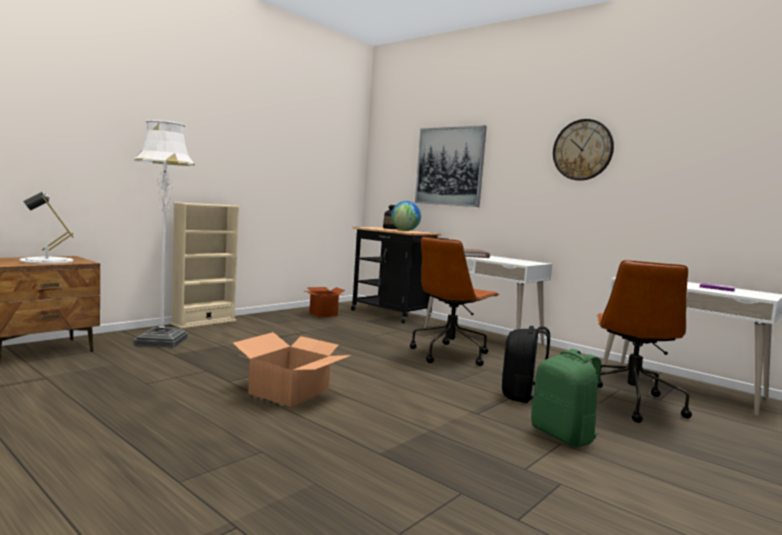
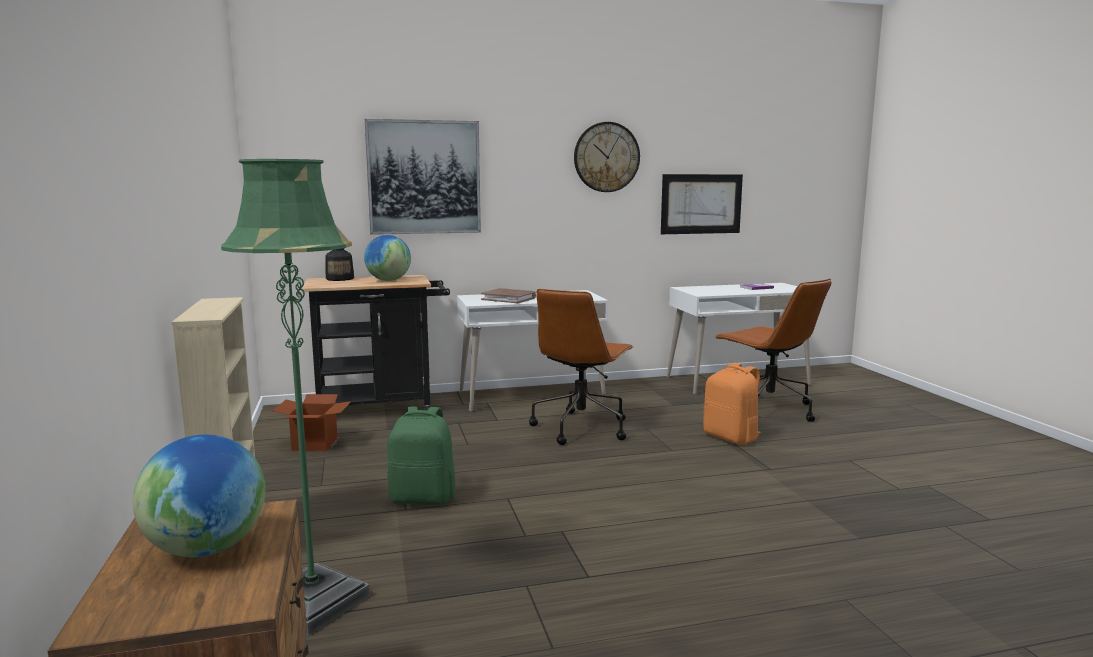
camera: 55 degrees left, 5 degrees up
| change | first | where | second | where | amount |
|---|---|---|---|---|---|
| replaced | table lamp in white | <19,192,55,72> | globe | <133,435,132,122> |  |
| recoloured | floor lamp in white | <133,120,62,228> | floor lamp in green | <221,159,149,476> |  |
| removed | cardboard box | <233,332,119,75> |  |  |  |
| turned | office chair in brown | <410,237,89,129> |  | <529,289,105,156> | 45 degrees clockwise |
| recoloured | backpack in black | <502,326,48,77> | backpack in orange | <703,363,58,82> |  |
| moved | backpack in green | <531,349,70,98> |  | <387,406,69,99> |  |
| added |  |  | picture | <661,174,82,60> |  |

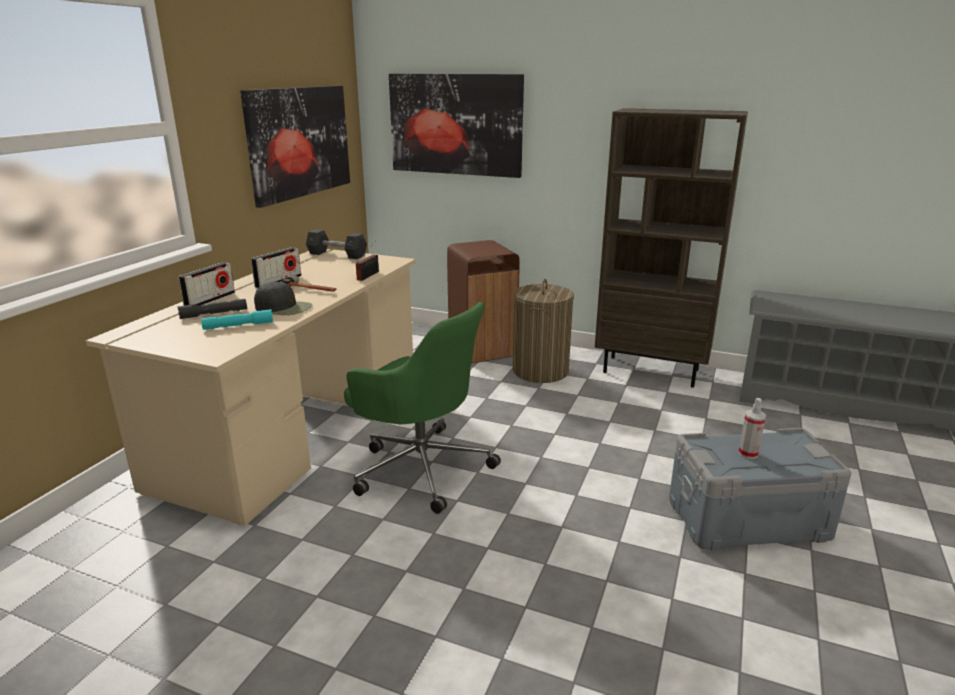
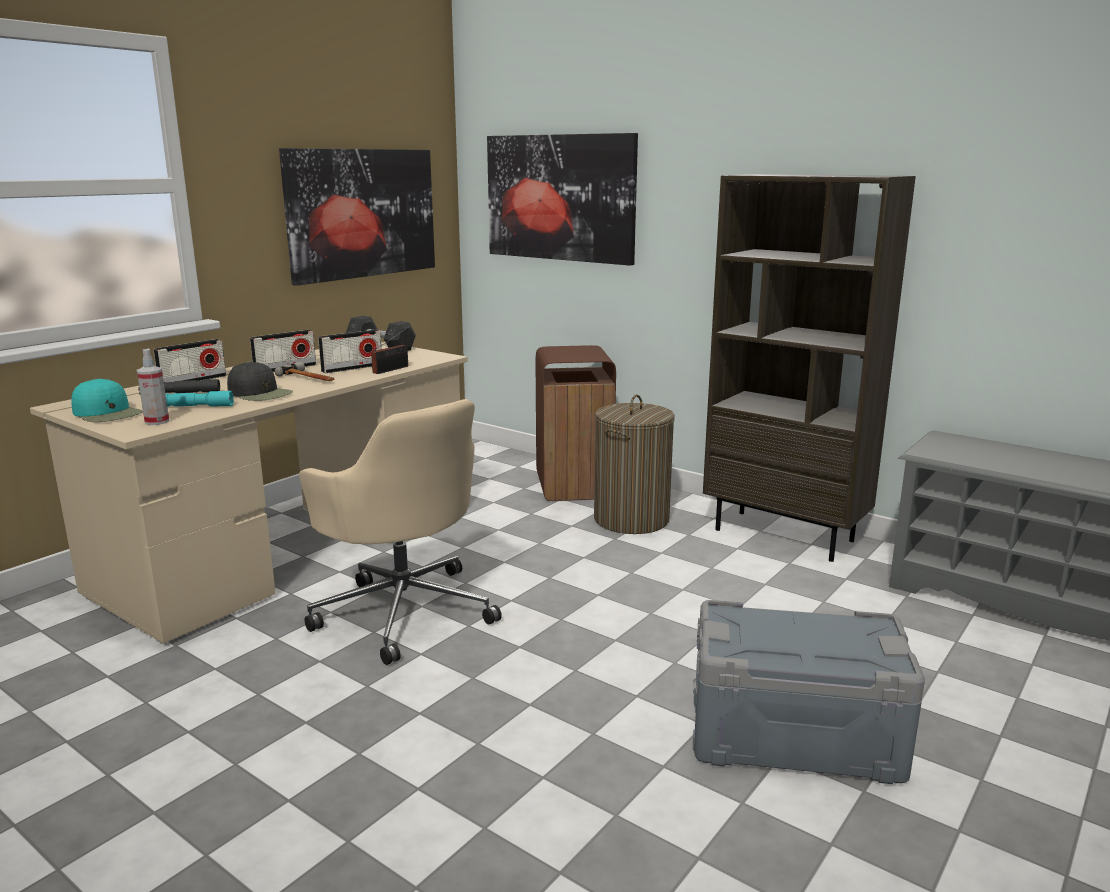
camera: 15 degrees right, 5 degrees down
| change | first | where | second | where | amount |
|---|---|---|---|---|---|
| recoloured | office chair in green | <344,302,157,212> | office chair in beige | <299,399,203,266> |  |
| moved | spray bottle | <738,398,28,61> |  | <137,349,32,76> |  |
| added |  |  | cap in turquoise | <71,378,72,44> |  |
| added |  |  | radio | <318,330,64,43> |  |

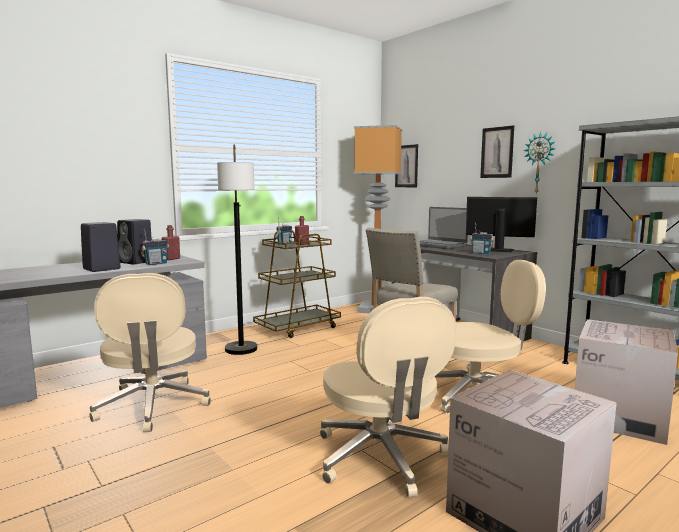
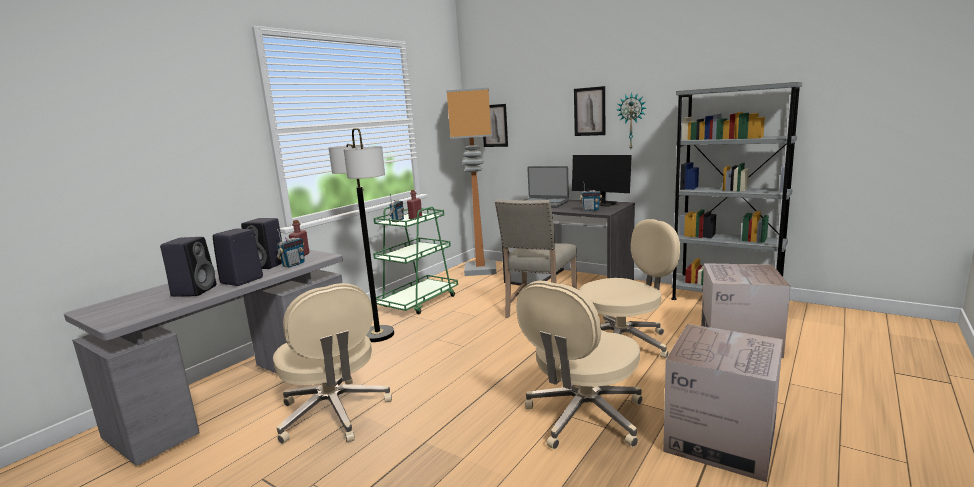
camera: 15 degrees left, 5 degrees up
| change | first | where | second | where | amount |
|---|---|---|---|---|---|
| recoloured | cart in brown | <253,231,88,107> | cart in green | <373,207,85,107> |  |
| turned | office chair in beige | <320,297,136,201> |  | <516,281,127,168> | 75 degrees clockwise |
| turned | monitor | <466,197,71,55> |  | <572,155,60,52> | 150 degrees counterclockwise |
| added |  |  | speaker in black | <160,237,56,60> |  |

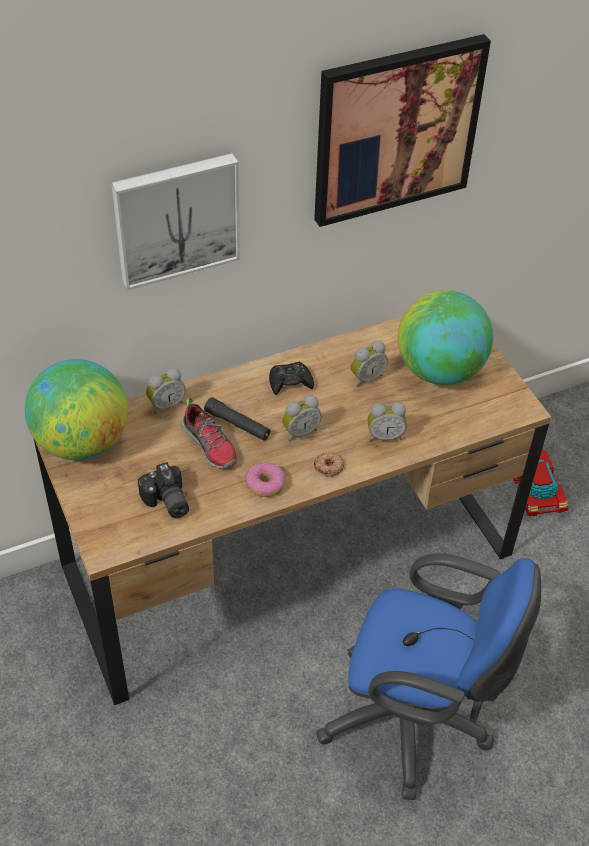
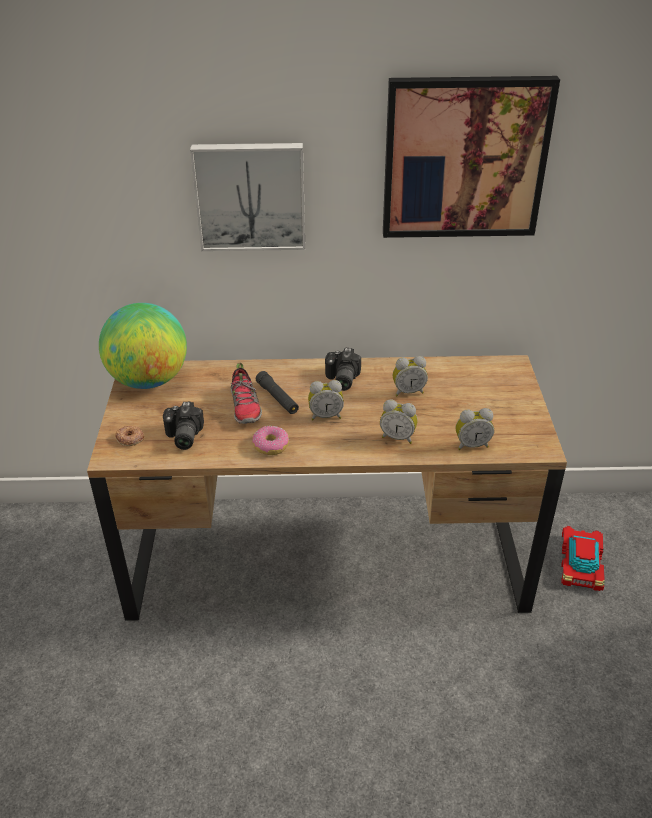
camera: 25 degrees right, 10 degrees down
| change | first | where | second | where | amount |
|---|---|---|---|---|---|
| moved | alarm clock | <146,368,40,46> |  | <456,408,38,42> |  |
| replaced | game controller in black | <269,362,45,33> | photo camera | <325,348,36,43> |  |
| moved | donut | <314,452,30,25> |  | <115,426,29,20> |  |
| removed | office chair in blue | <316,553,225,247> |  |  |  |
| removed | globe | <398,290,95,95> |  |  |  |

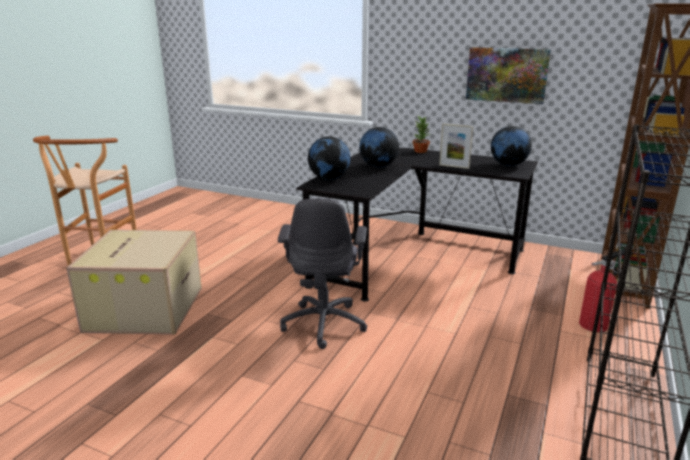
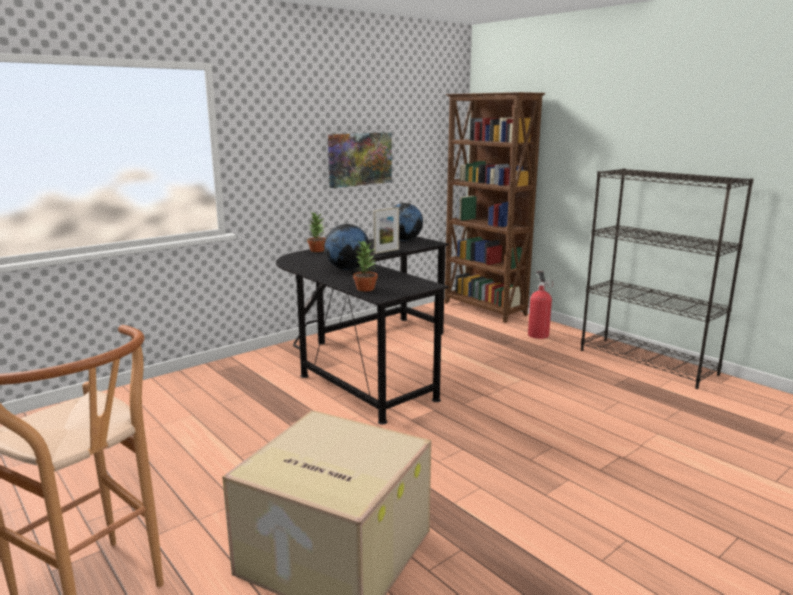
camera: 65 degrees left, 5 degrees down
| change | first | where | second | where | amount |
|---|---|---|---|---|---|
| removed | office chair in grey | <278,198,90,151> |  |  |  |
| replaced | globe | <308,136,43,44> | potted plant | <353,240,25,51> |  |

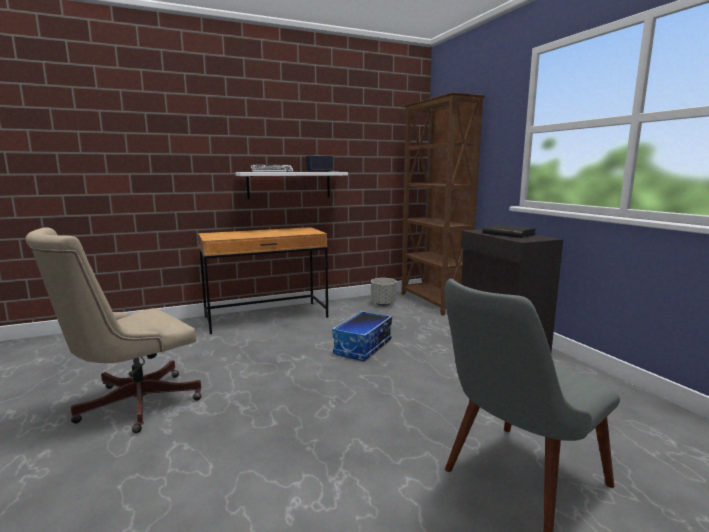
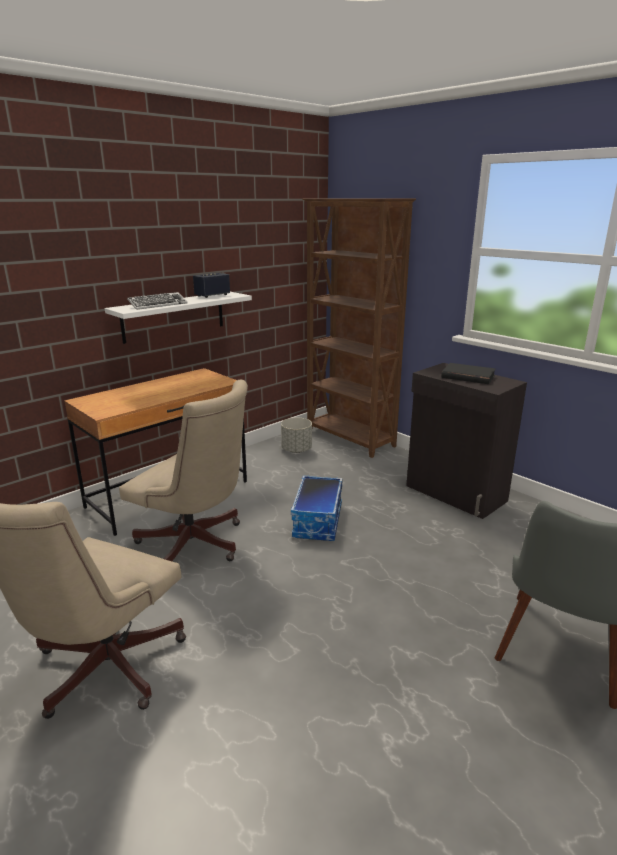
camera: 20 degrees left, 10 degrees up
| change | first | where | second | where | amount |
|---|---|---|---|---|---|
| added |  |  | office chair in beige | <119,380,129,181> |  |

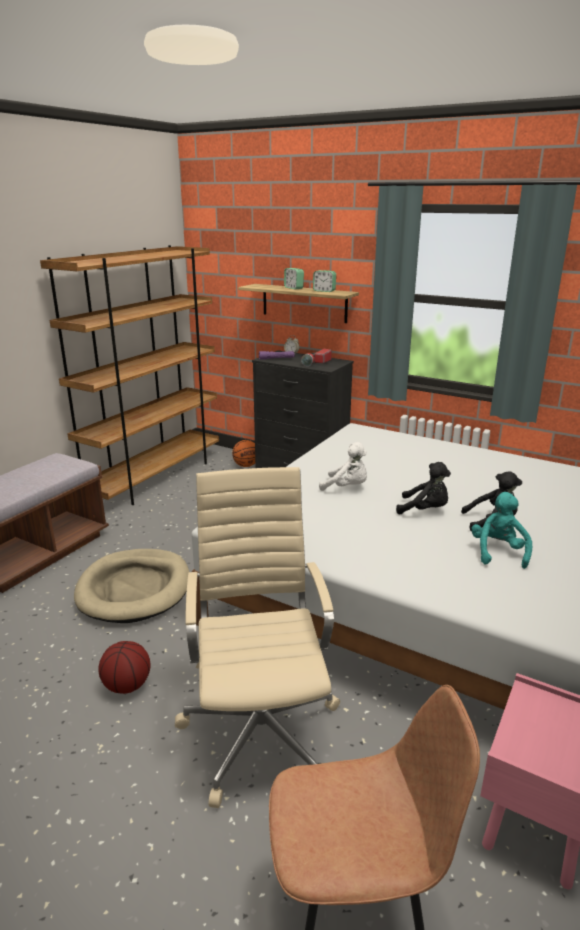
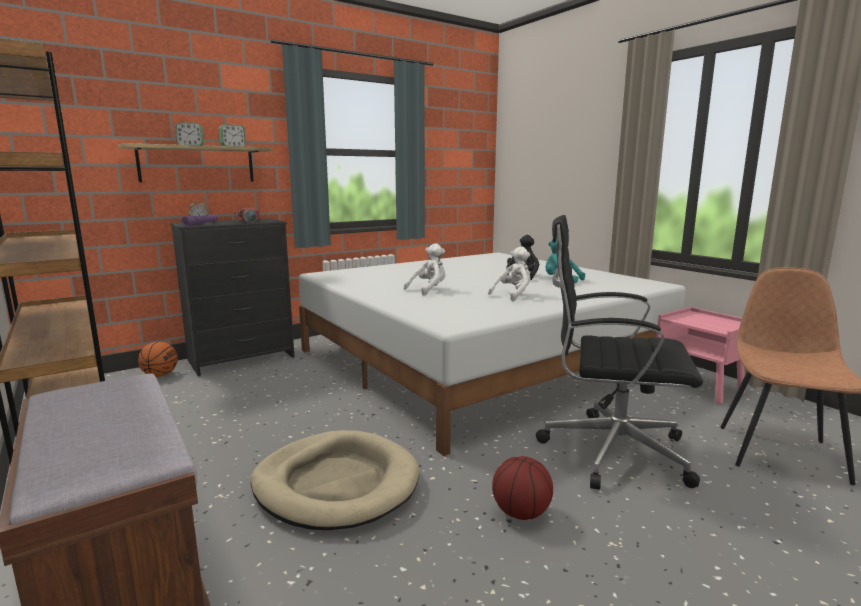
camera: 65 degrees left, 10 degrees down
| change | first | where | second | where | amount |
|---|---|---|---|---|---|
| recoloured | office chair in beige | <175,467,165,341> | office chair in black | <536,215,167,275> |  |
| removed | plush toy in black | <396,462,55,53> |  |  |  |
| added |  |  | plush toy in white | <488,247,42,54> |  |

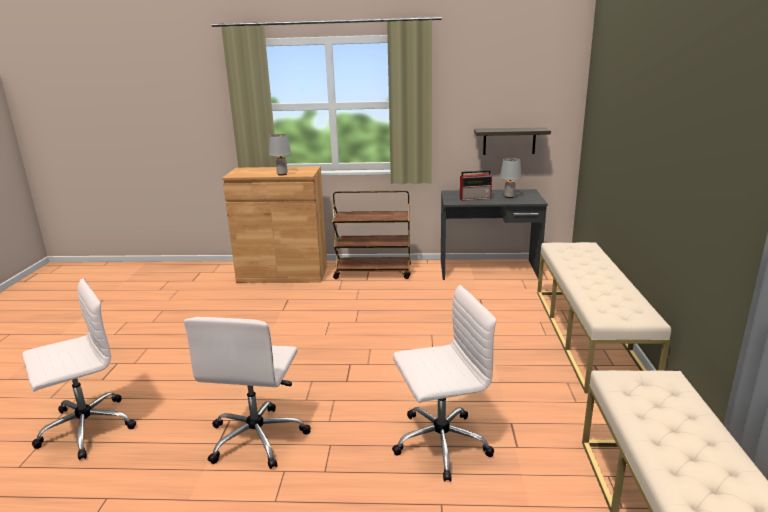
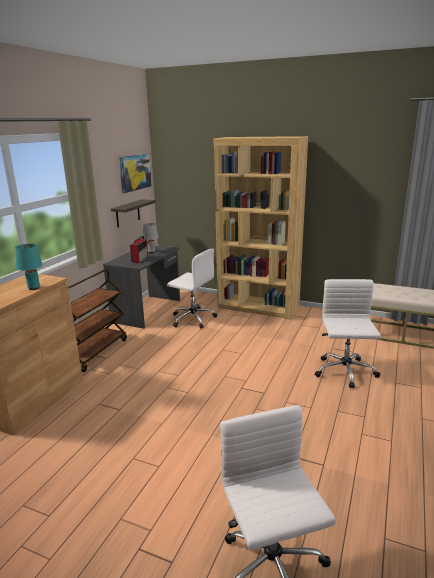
camera: 70 degrees left, 0 degrees up
| change | first | where | second | where | amount |
|---|---|---|---|---|---|
| moved | office chair in white | <184,317,127,152> |  | <167,248,50,81> |  |
| recoloured | table lamp in grey | <269,134,22,41> | table lamp in turquoise | <15,244,28,46> |  |
| replaced | bench in beige | <537,242,134,152> | bookcase in brown | <213,136,95,184> |  |
| added |  |  | picture | <119,154,33,39> |  |

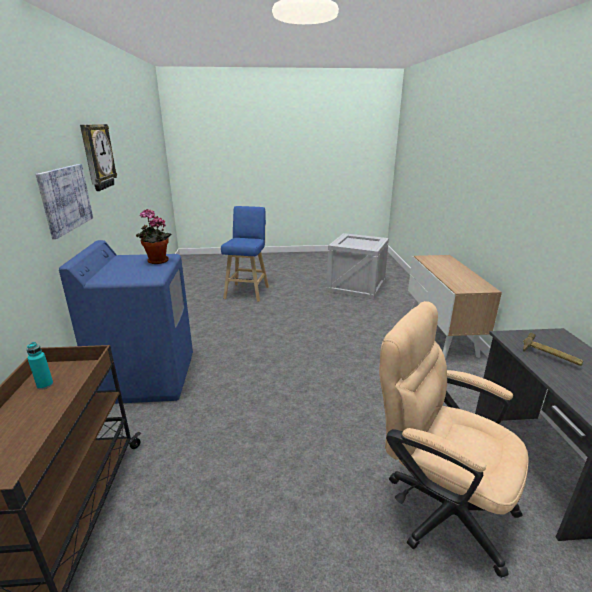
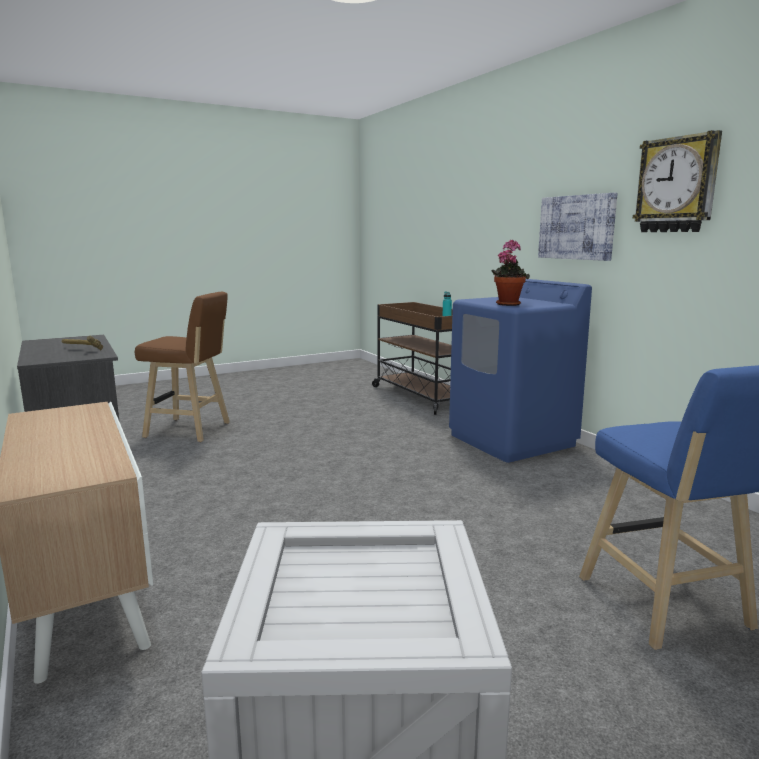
camera: 155 degrees right, 10 degrees down
| change | first | where | second | where | amount |
|---|---|---|---|---|---|
| replaced | office chair in beige | <379,301,149,277> | stool in brown | <135,292,95,150> |  |

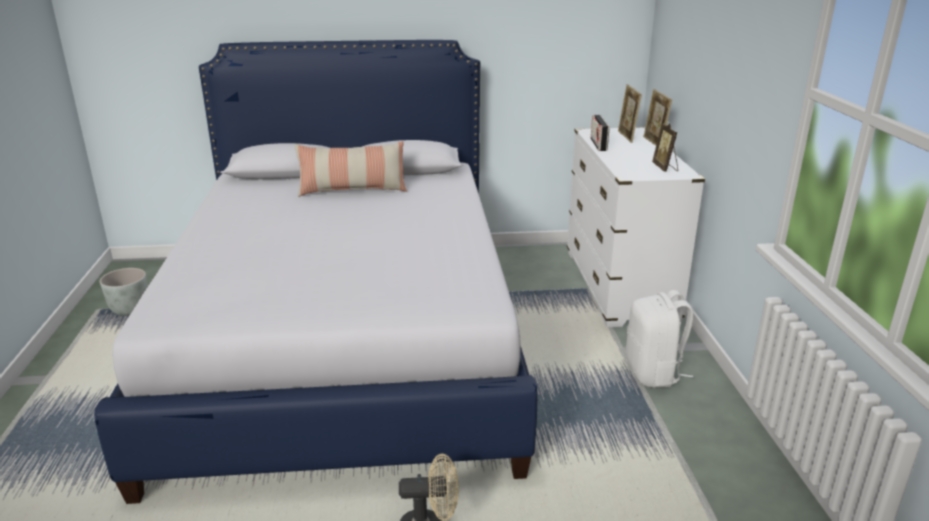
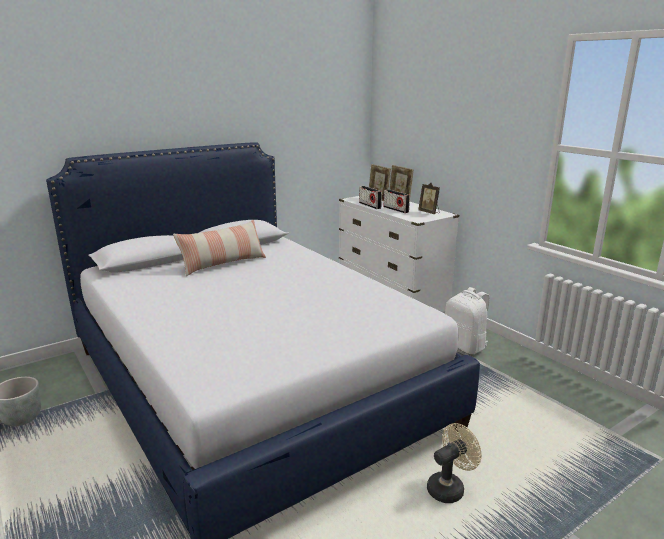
camera: 30 degrees left, 5 degrees down
| change | first | where | second | where | amount |
|---|---|---|---|---|---|
| added |  |  | radio | <384,189,26,24> |  |

